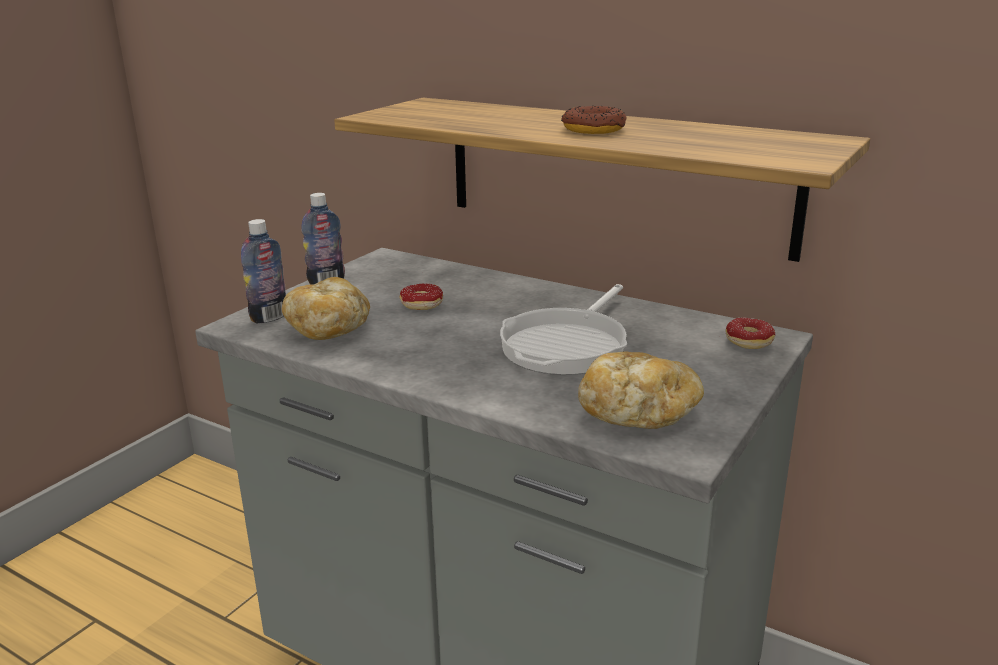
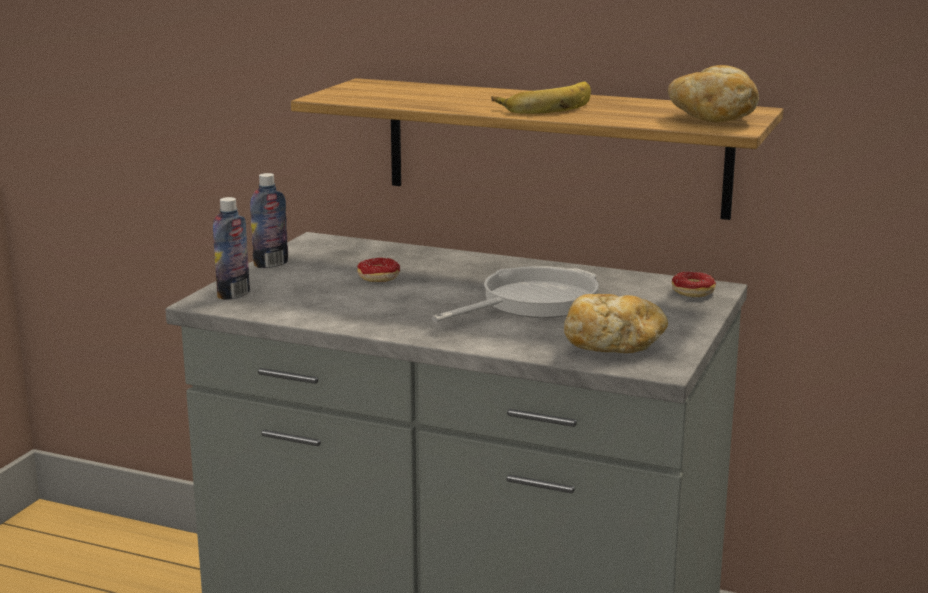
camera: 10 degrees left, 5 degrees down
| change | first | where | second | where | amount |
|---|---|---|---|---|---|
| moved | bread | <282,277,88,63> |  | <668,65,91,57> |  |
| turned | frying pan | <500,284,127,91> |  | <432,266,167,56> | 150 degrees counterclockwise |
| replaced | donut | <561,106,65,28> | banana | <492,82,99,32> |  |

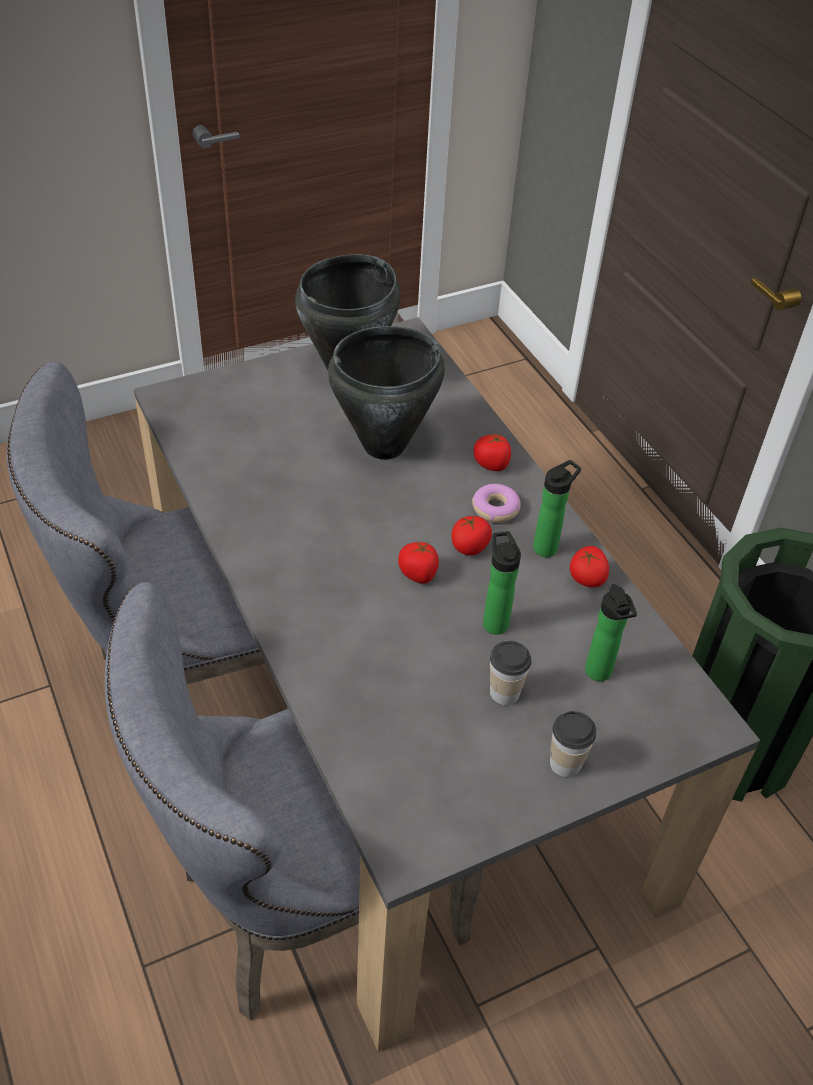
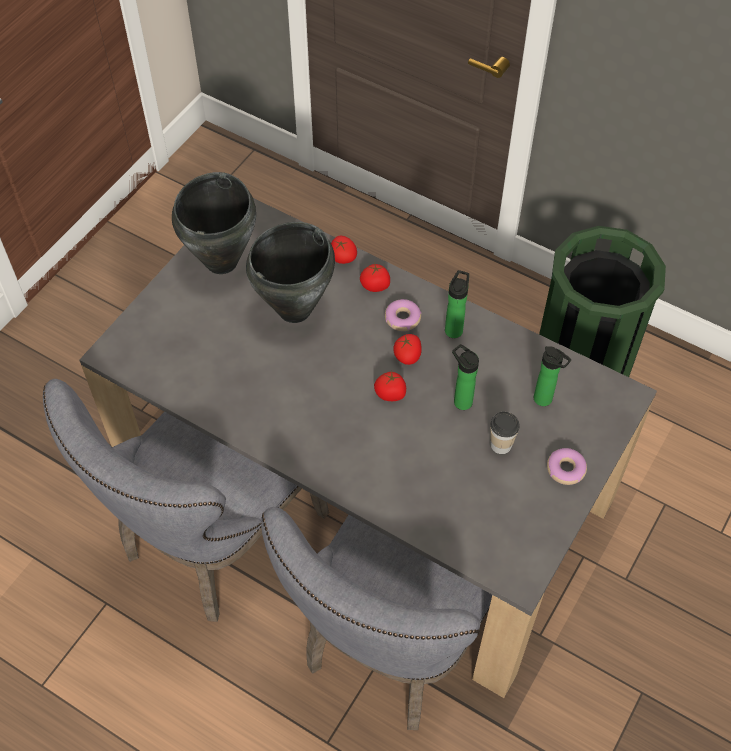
camera: 30 degrees left, 10 degrees up
| change | first | where | second | where | amount |
|---|---|---|---|---|---|
| replaced | cup | <550,711,46,66> | donut | <547,448,40,37> |  |
| moved | tomato | <570,546,39,41> |  | <331,236,26,28> |  |

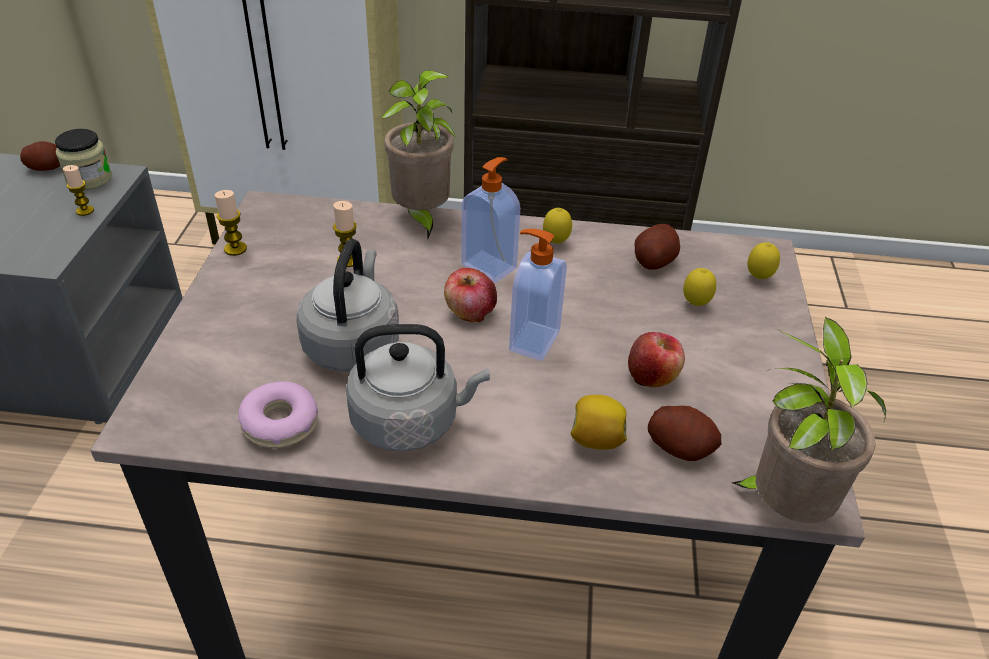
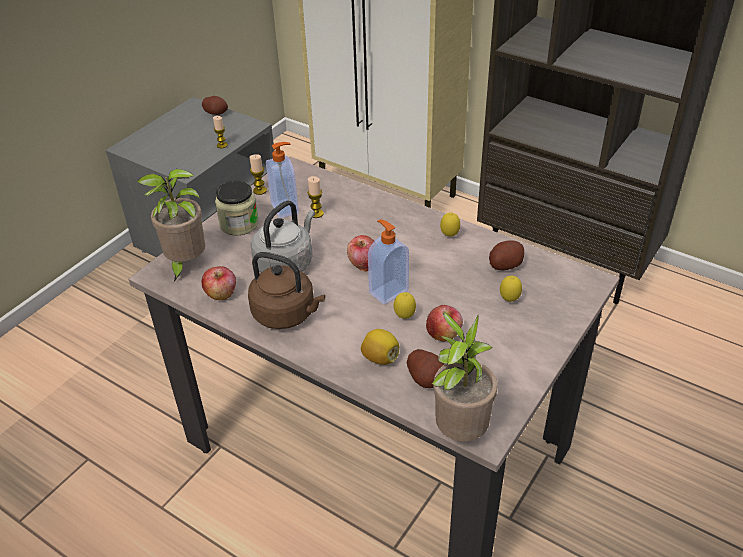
camera: 30 degrees right, 0 degrees up
| change | first | where | second | where | amount |
|---|---|---|---|---|---|
| moved | jar | <55,129,57,61> |  | <215,181,44,55> |  |
| replaced | donut | <238,382,80,66> | apple | <201,266,35,34> |  |
| recoloured | kettle in grey | <346,324,144,127> | kettle in brown | <248,252,77,77> |  |
| moved | potted plant | <381,70,75,170> |  | <137,169,68,113> |  |
| moved | soap dispenser | <461,157,59,126> |  | <266,142,33,76> |  |
| moved | lemon | <748,242,32,37> |  | <394,292,22,27> |  |

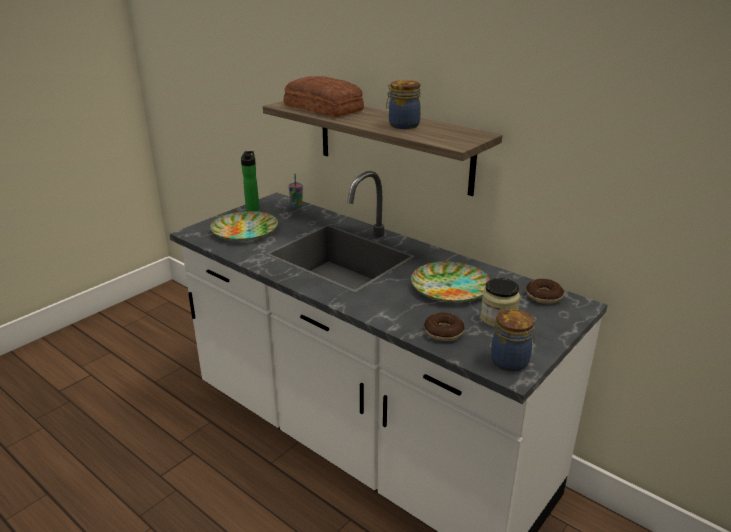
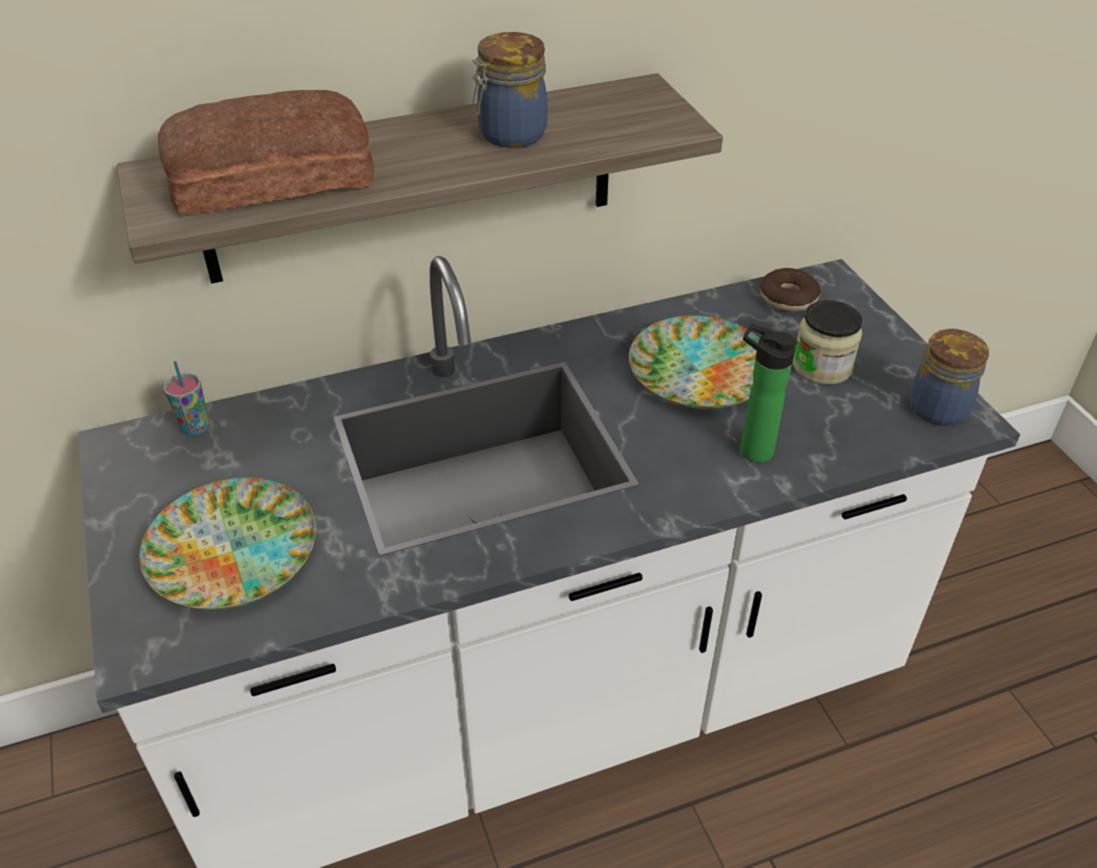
camera: 60 degrees left, 15 degrees up
| change | first | where | second | where | amount |
|---|---|---|---|---|---|
| moved | bottle | <241,151,18,60> |  | <740,324,58,139> |  |
| removed | donut | <424,313,40,28> |  |  |  |

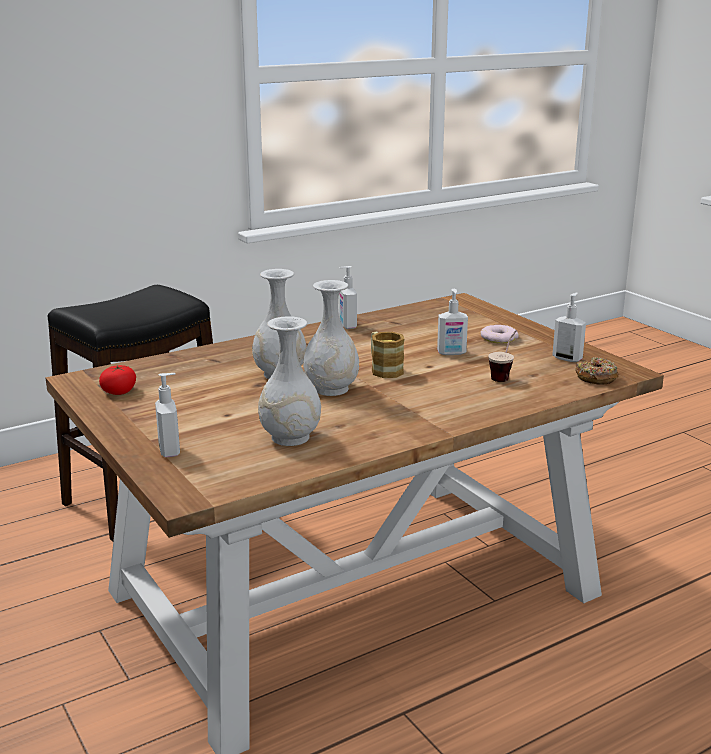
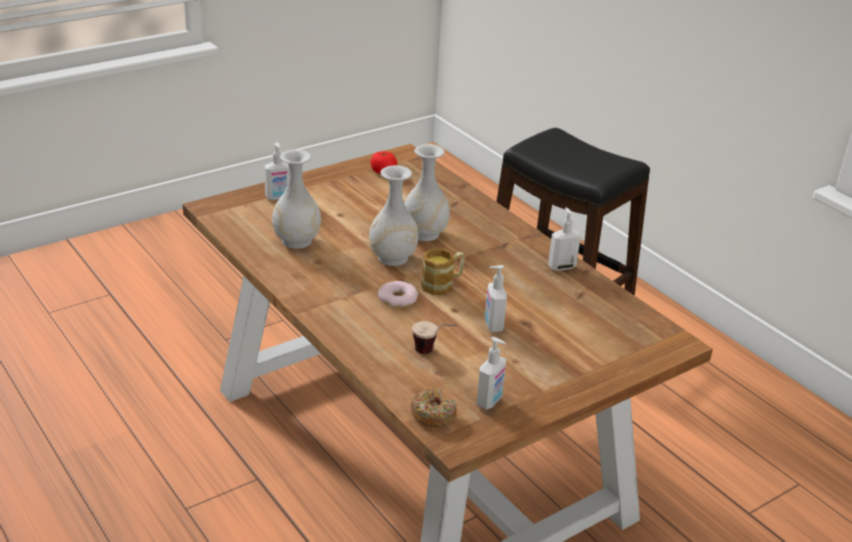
camera: 85 degrees right, 10 degrees up
| change | first | where | second | where | amount |
|---|---|---|---|---|---|
| moved | donut | <480,325,39,19> |  | <378,281,40,26> |  |

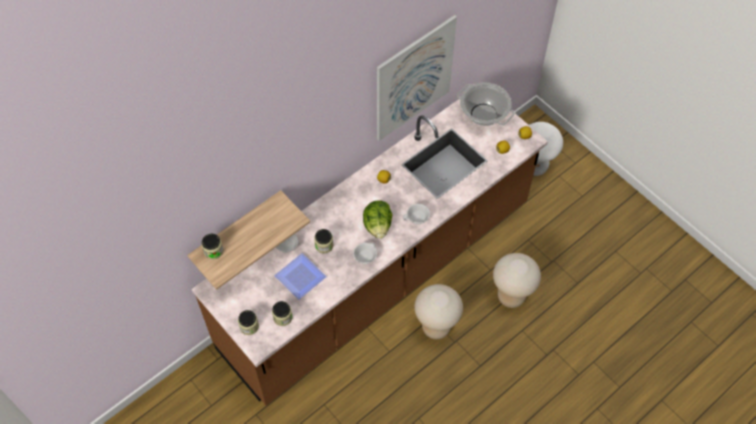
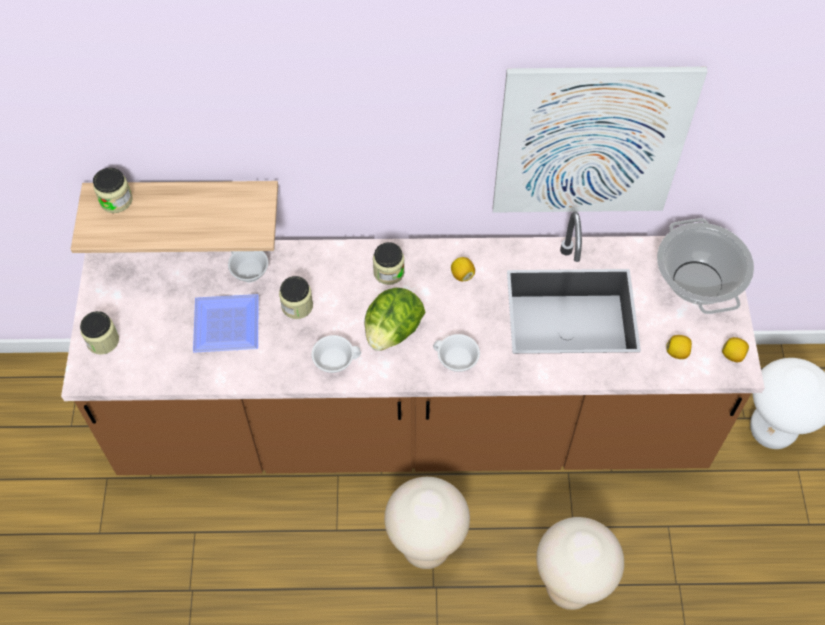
camera: 40 degrees right, 0 degrees up
| change | first | where | second | where | amount |
|---|---|---|---|---|---|
| moved | jar | <272,301,21,25> |  | <373,242,32,43> |  |

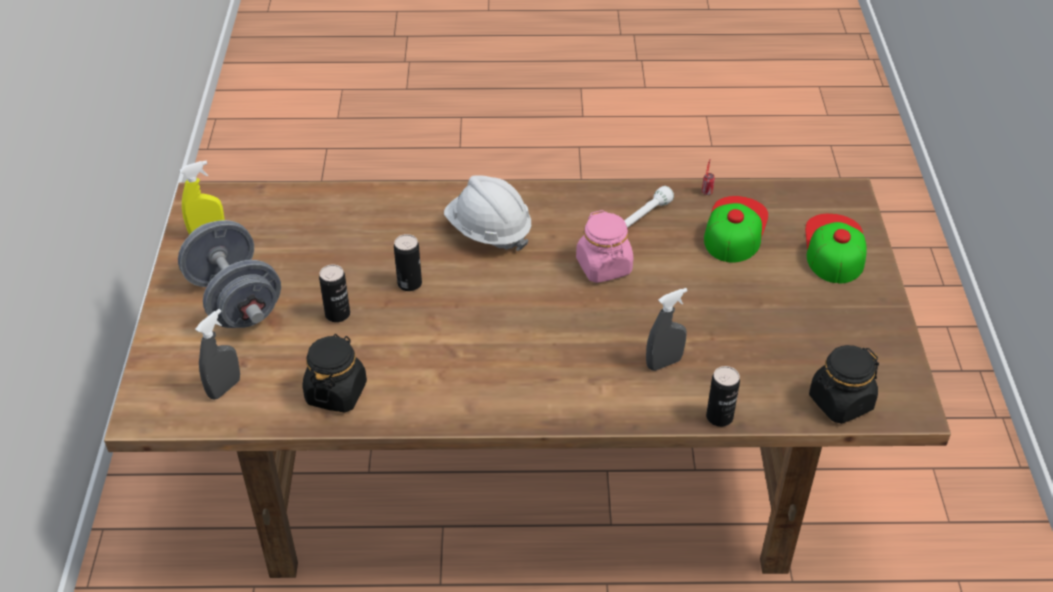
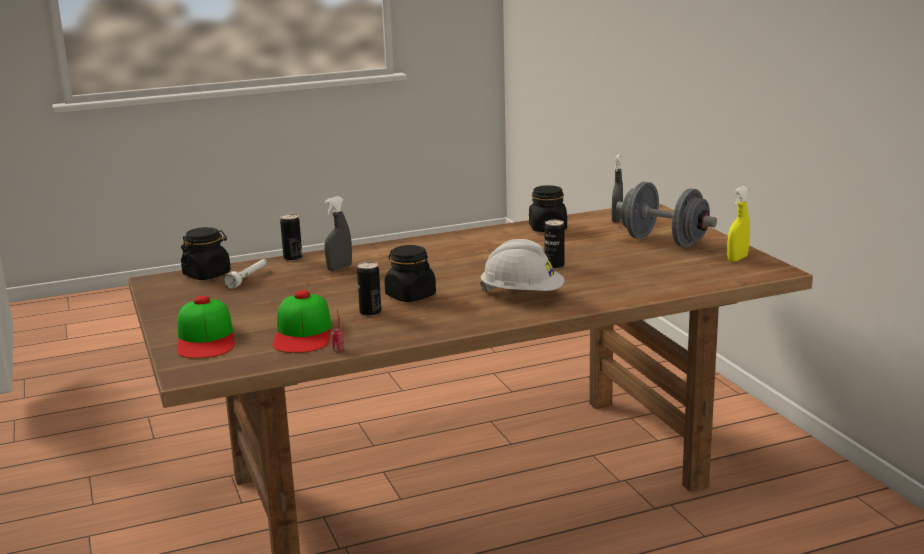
camera: 160 degrees right, 25 degrees down
| change | first | where | second | where | amount |
|---|---|---|---|---|---|
| moved | can | <319,264,31,58> |  | <357,262,24,54> |  |
| recoloured | jar in pink | <576,210,57,73> | jar in black | <385,245,51,57> |  |
| moved | flashlight in white | <624,186,50,42> |  | <224,259,43,30> |  |

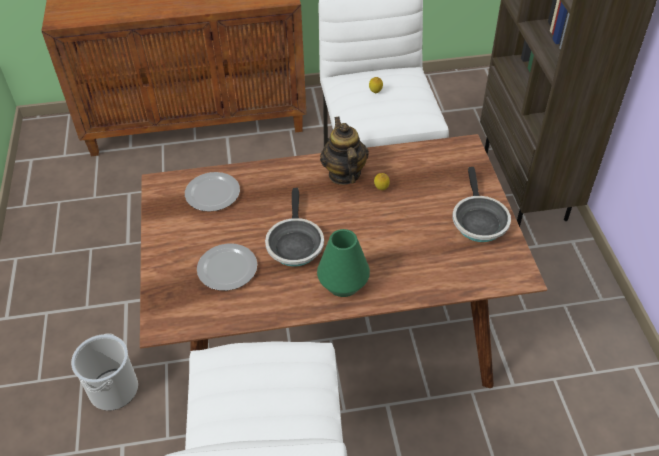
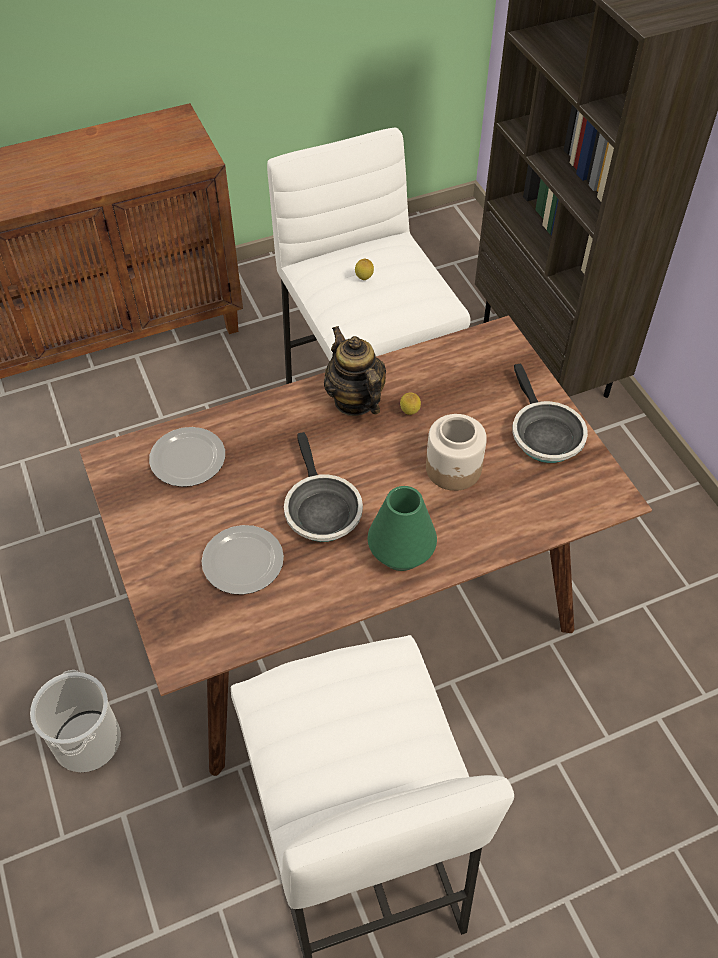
camera: 15 degrees left, 5 degrees up
| change | first | where | second | where | amount |
|---|---|---|---|---|---|
| added |  |  | jar | <426,414,61,77> |  |

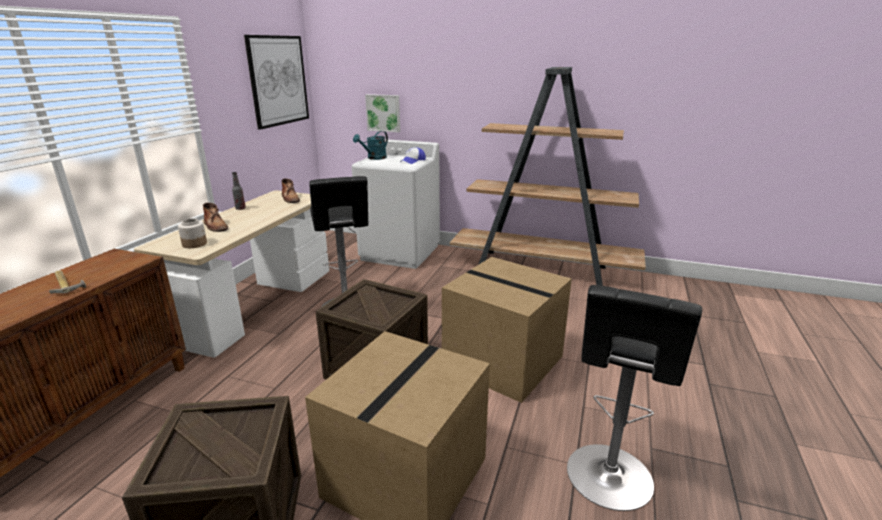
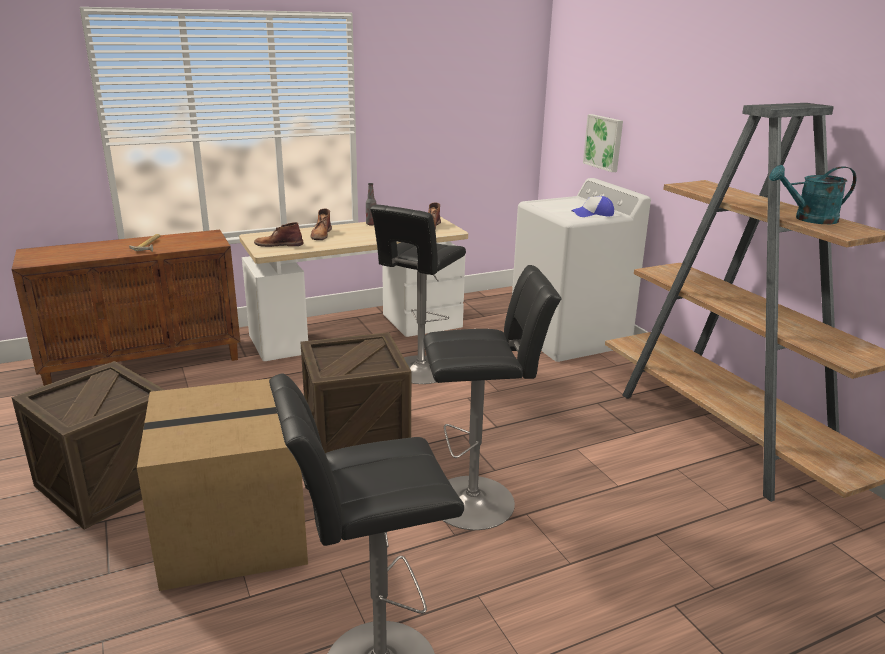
camera: 45 degrees right, 0 degrees up
| change | first | where | second | where | amount |
|---|---|---|---|---|---|
| replaced | jar | <178,218,29,30> | boot in brown | <254,222,49,25> |  |
| removed | picture | <244,35,65,95> |  |  |  |
| moved | watering can in turquoise | <353,131,35,29> |  | <769,165,87,59> |  |
| replaced | cardboard box | <442,257,130,146> | stool in black | <423,265,138,265> |  |

